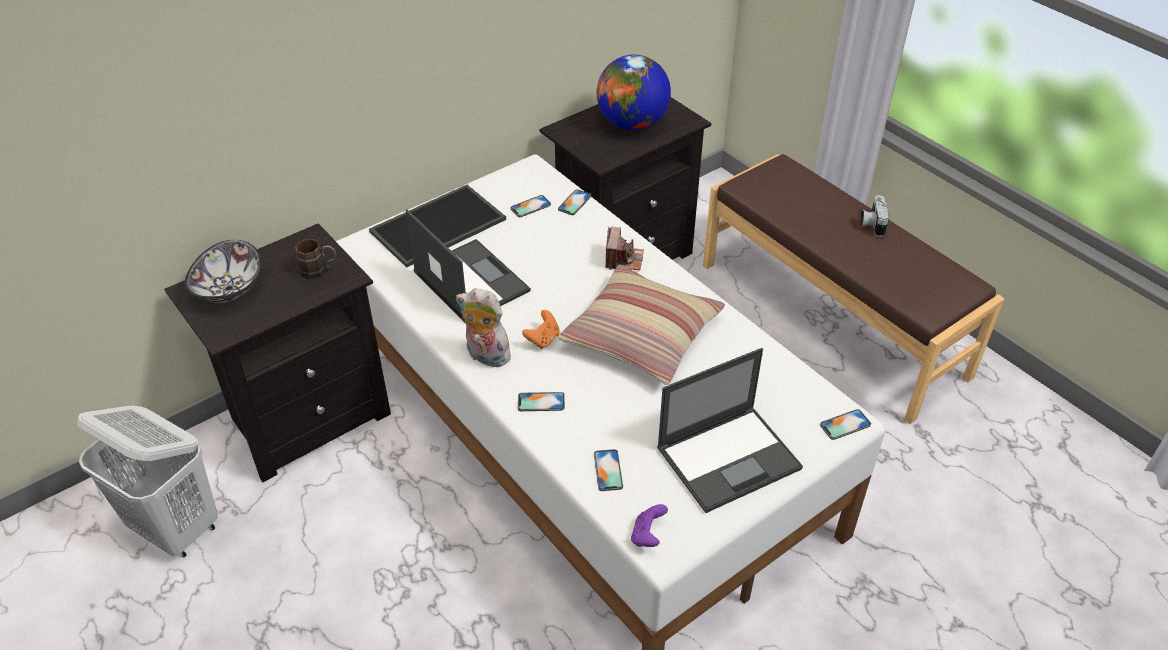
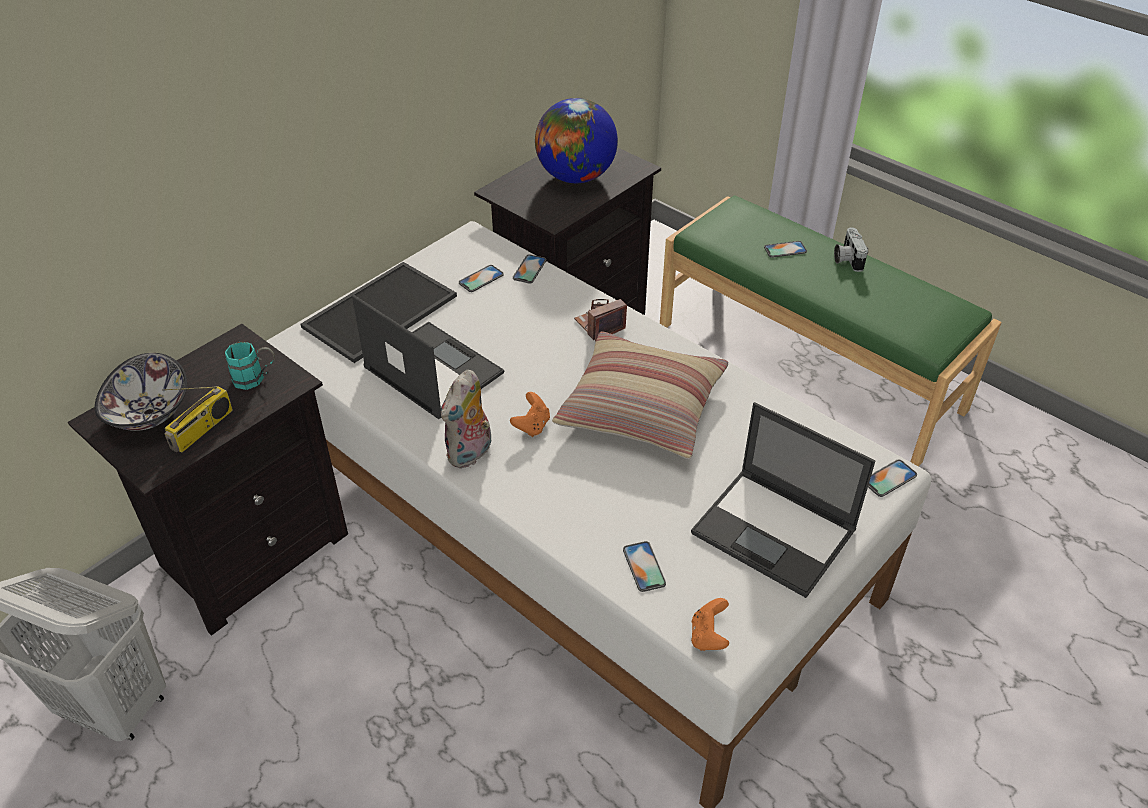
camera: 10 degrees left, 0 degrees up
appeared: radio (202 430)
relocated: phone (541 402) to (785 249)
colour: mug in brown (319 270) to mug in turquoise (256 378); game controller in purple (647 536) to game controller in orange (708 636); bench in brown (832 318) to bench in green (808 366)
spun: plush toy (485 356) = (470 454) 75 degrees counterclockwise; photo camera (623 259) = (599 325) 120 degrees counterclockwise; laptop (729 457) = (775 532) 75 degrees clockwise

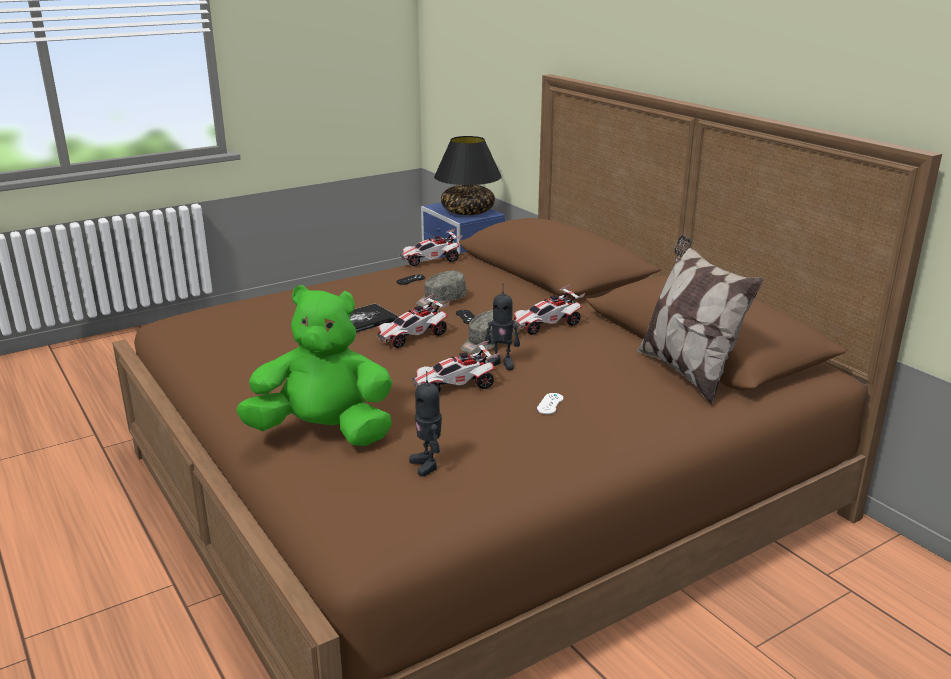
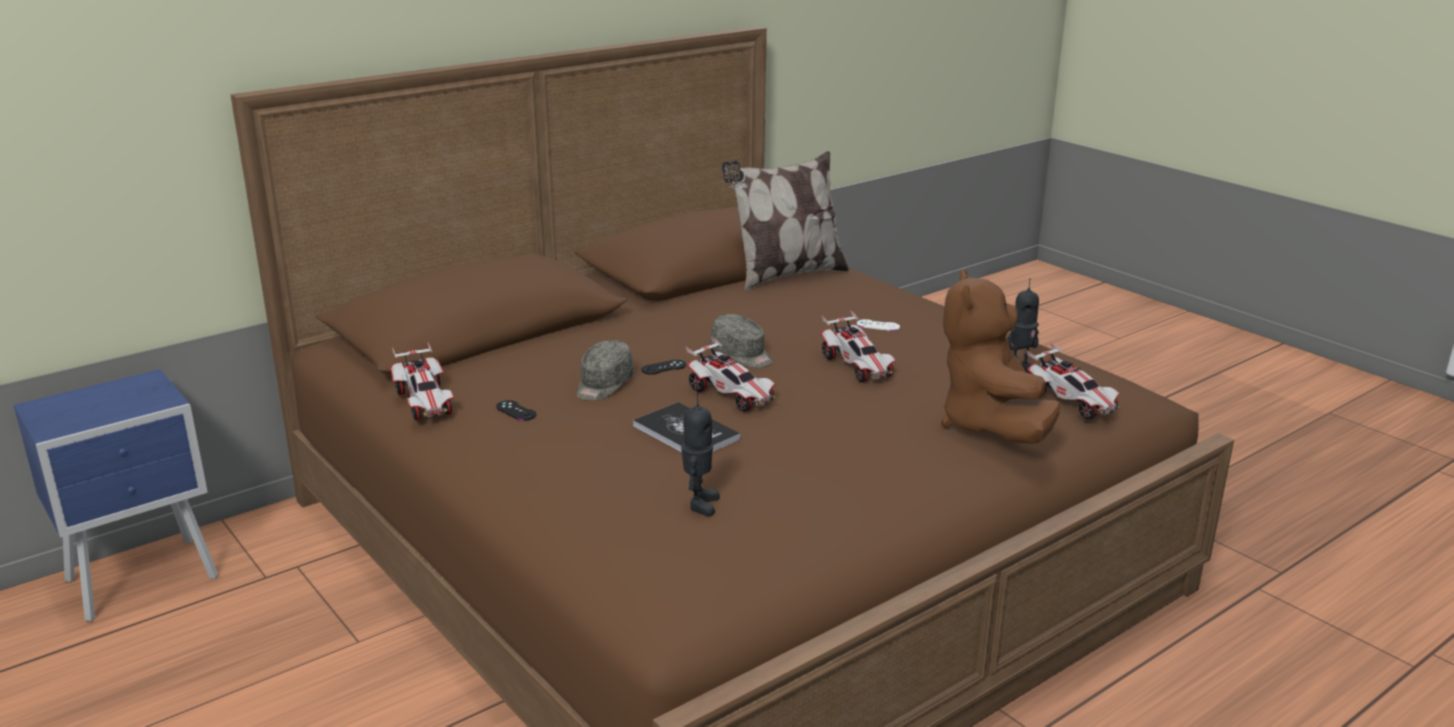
camera: 95 degrees left, 0 degrees up
missing: table lamp in black (468 212)
relocated: toy robot (501 364) to (699 504); toy car (546 325) to (1071 402)
colour: plush toy in green (324 432) to plush toy in brown (990 425)
spun: cap in grey (441 300) = (603 385) 60 degrees clockwise

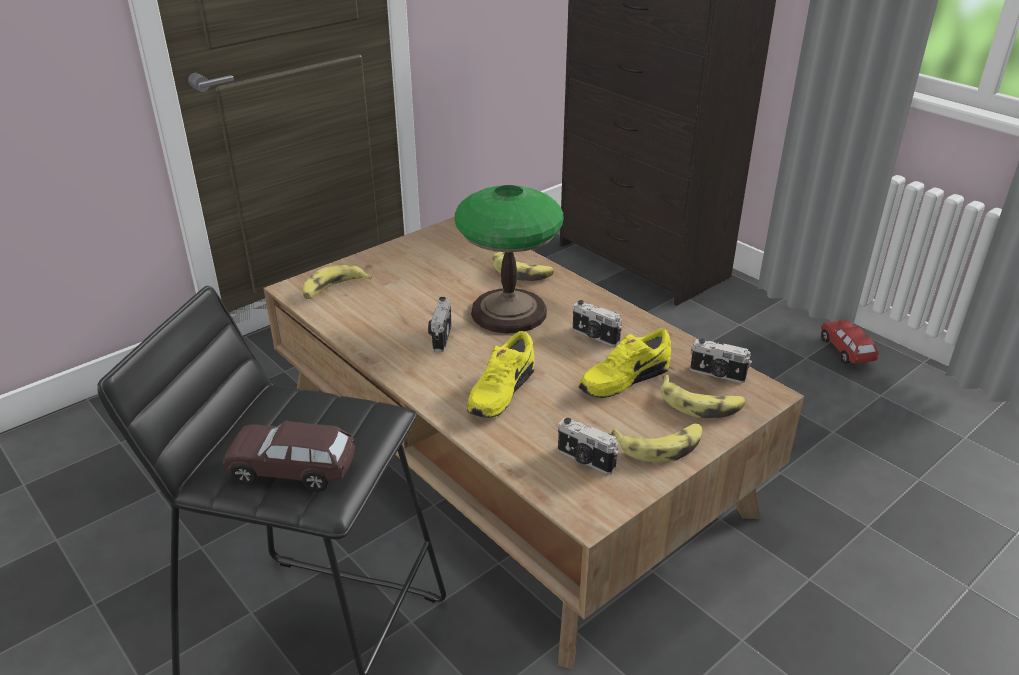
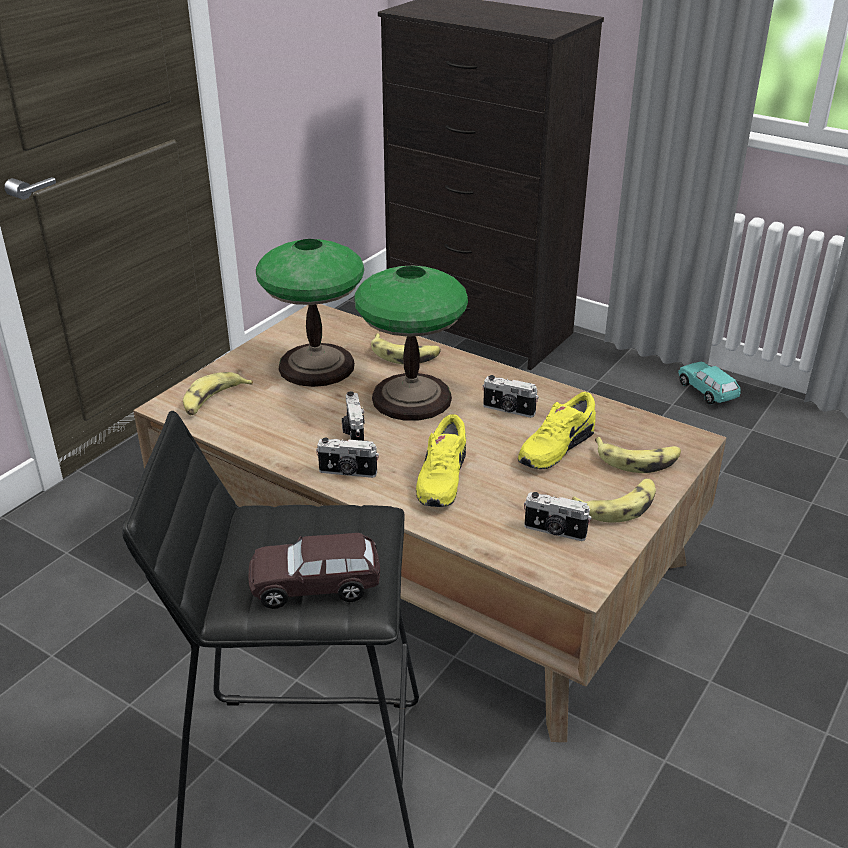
camera: 15 degrees left, 0 degrees up
appeared: table lamp (316 366)
relocated: photo camera (717 375) to (347 472)
colour: toy car in red (846 351) to toy car in turquoise (707 391)

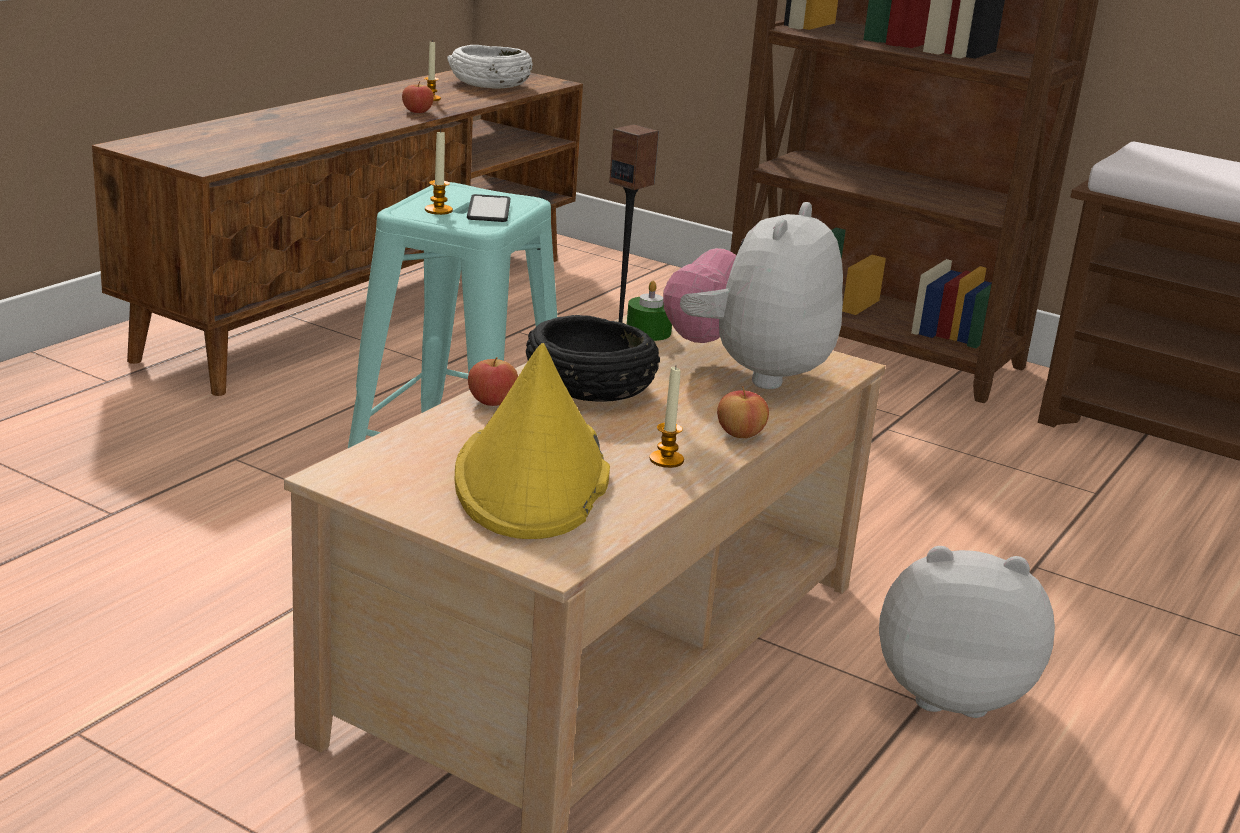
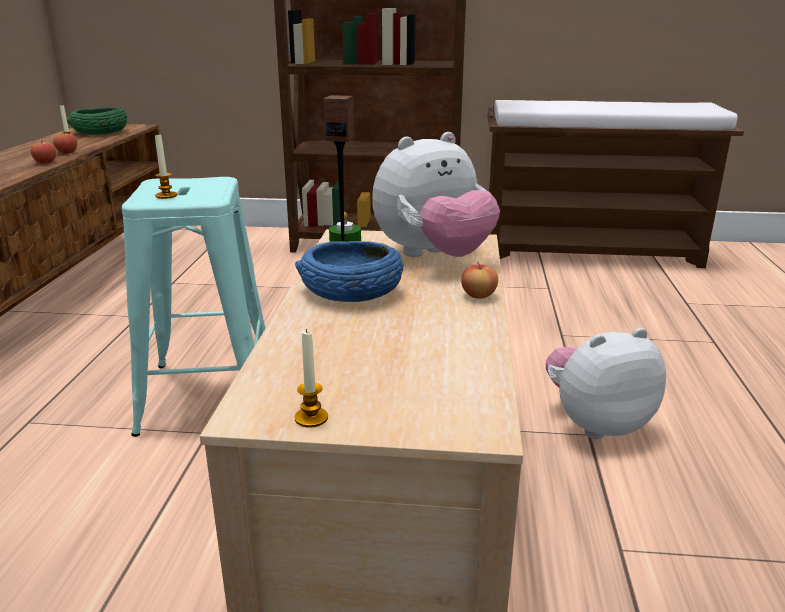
camera: 25 degrees left, 0 degrees up
missing: hat in yellow (532 478); phone (488 210)
relocated: apple (492 401) to (45 162); candle (666 460) to (311 418)
colour: bowl in white (489 84) to bowl in green (100 132); bowl in black (588 387) to bowl in blue (351 292)
spun: plush toy (750 372) = (433 257) 120 degrees counterclockwise

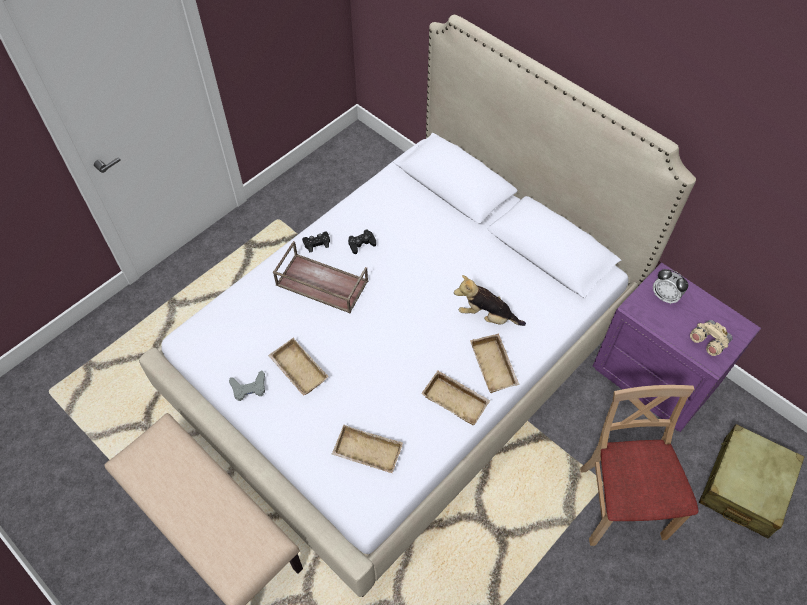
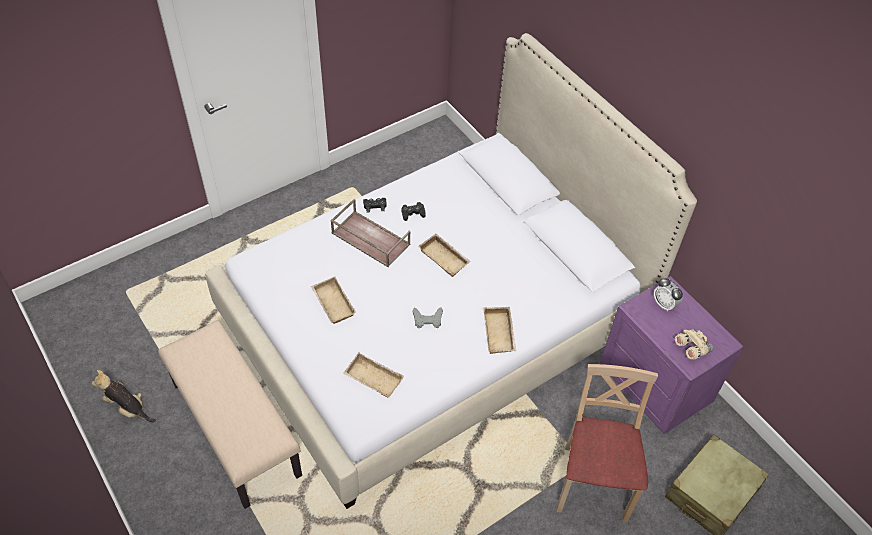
camera: 10 degrees right, 5 degrees down
relocated: game controller in grey (249 388) to (427 319); tray in beige (457 399) to (445 257); plush toy (486 316) to (128 407)

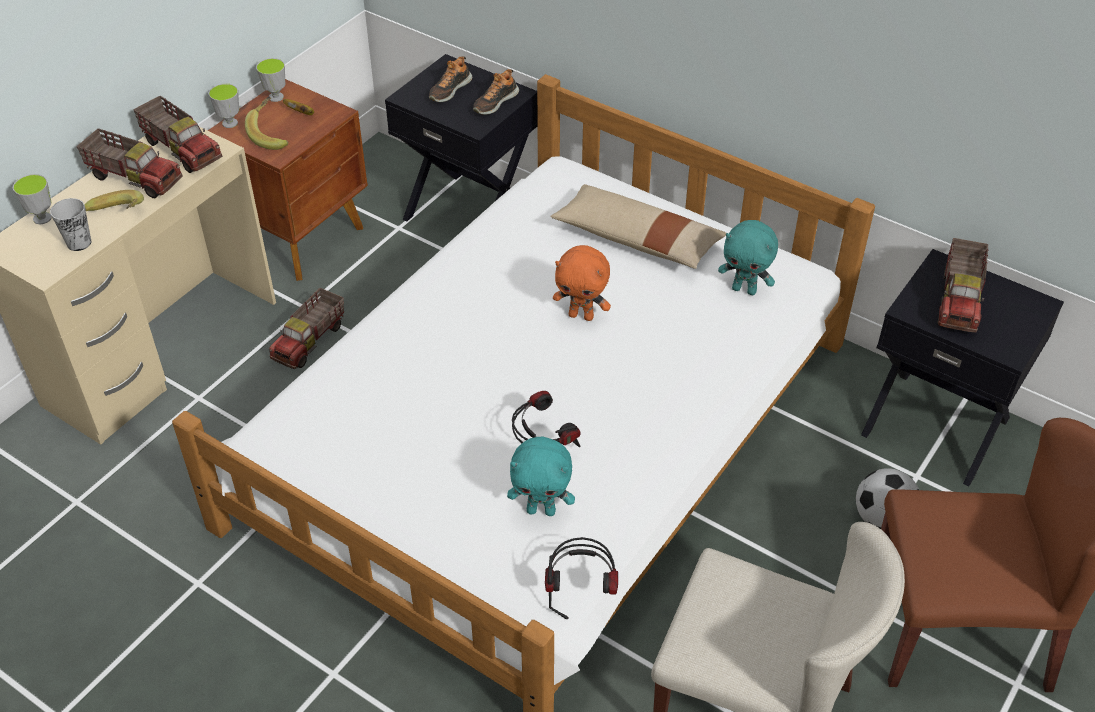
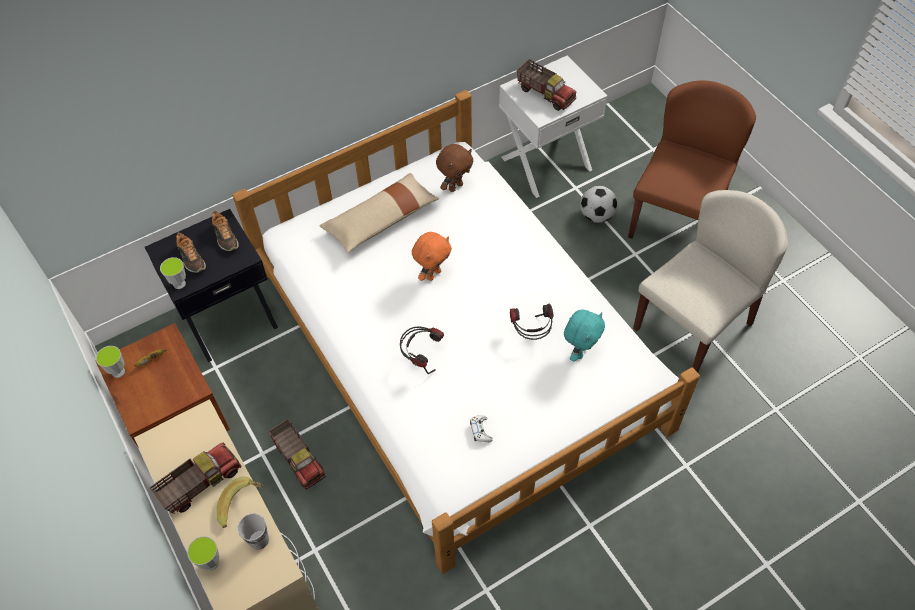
camera: 65 degrees left, 10 degrees up
missing: toy truck (182 149); banana (272 135)
appeared: game controller in white (480 431)
relocated: cup (230 123) to (179 284); headphones (581 591) to (421 357)
colour: plush toy in turquoise (744 289) to plush toy in brown (455 186); nightstand in black (936 425) to nightstand in white (545 162)

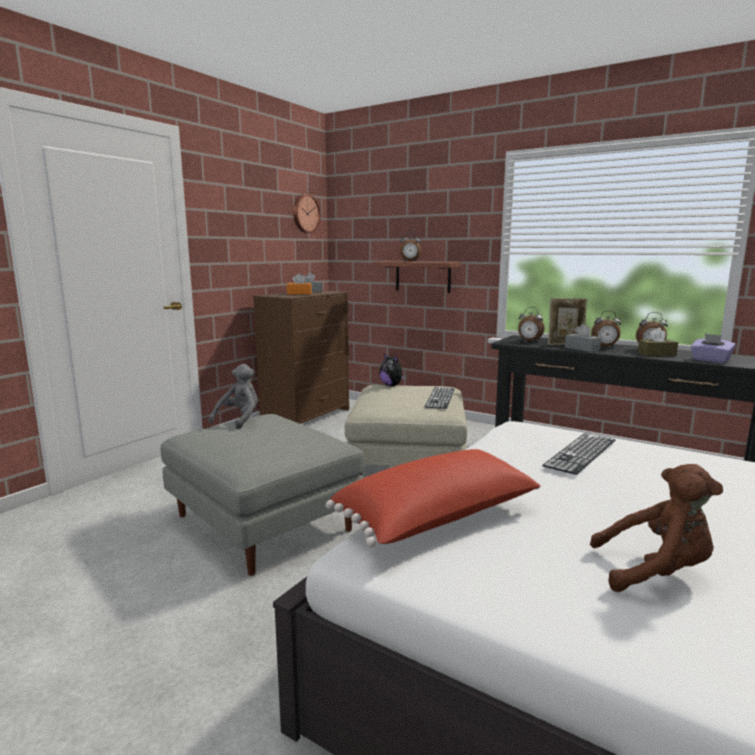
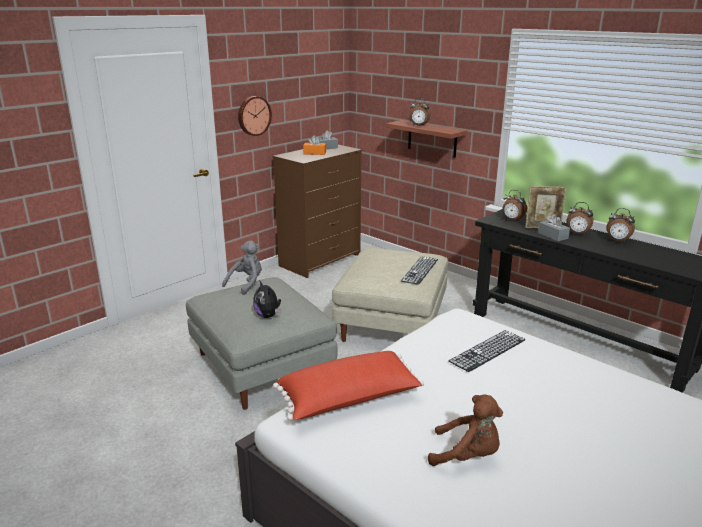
camera: 10 degrees right, 10 degrees up
missing: tissue box in brown (656 354); tissue box in purple (710 360)
relocated: wall clock (305 213) to (253 115); plush toy (392 385) to (268 316)

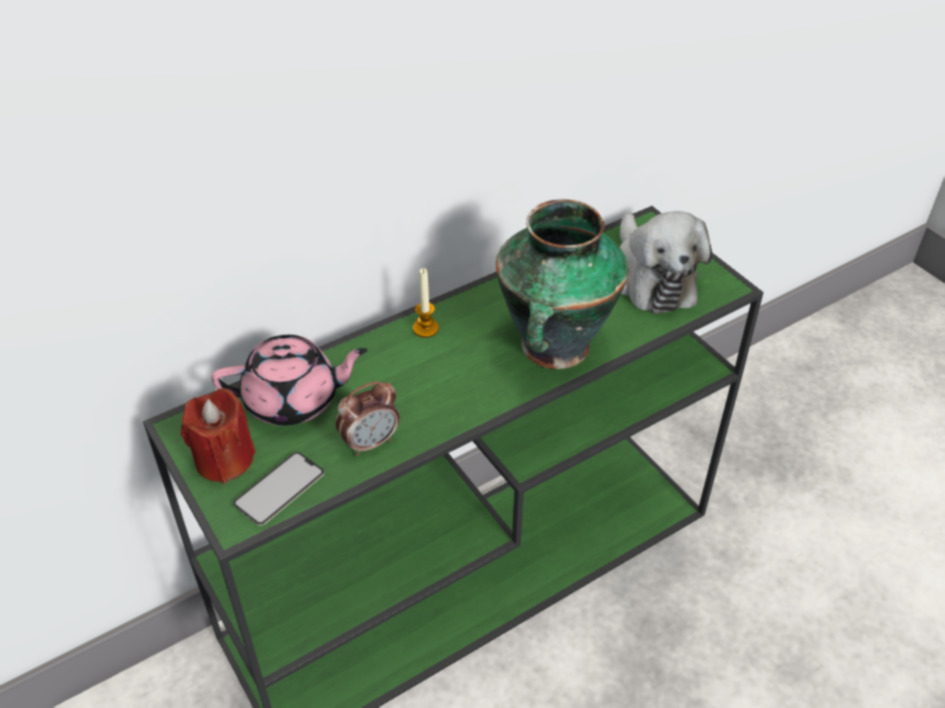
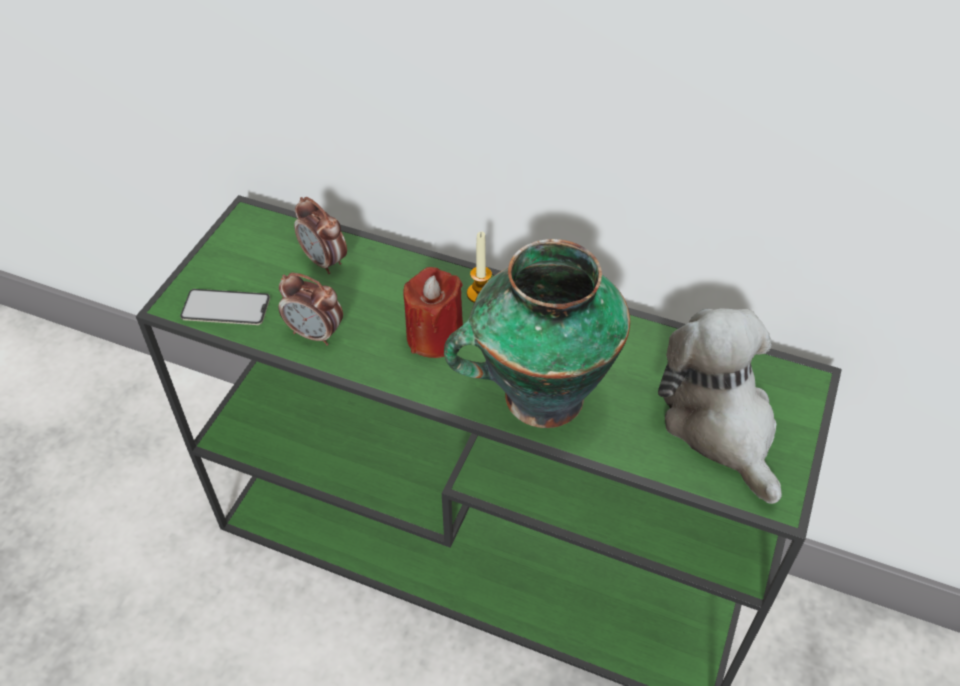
camera: 55 degrees right, 5 degrees up
relocated: candle in red (224 459) to (435 337)
exchanged: teapot in pink (294 400) to alarm clock (324 261)
spun: plush toy (651 278) = (720 424) 120 degrees clockwise

